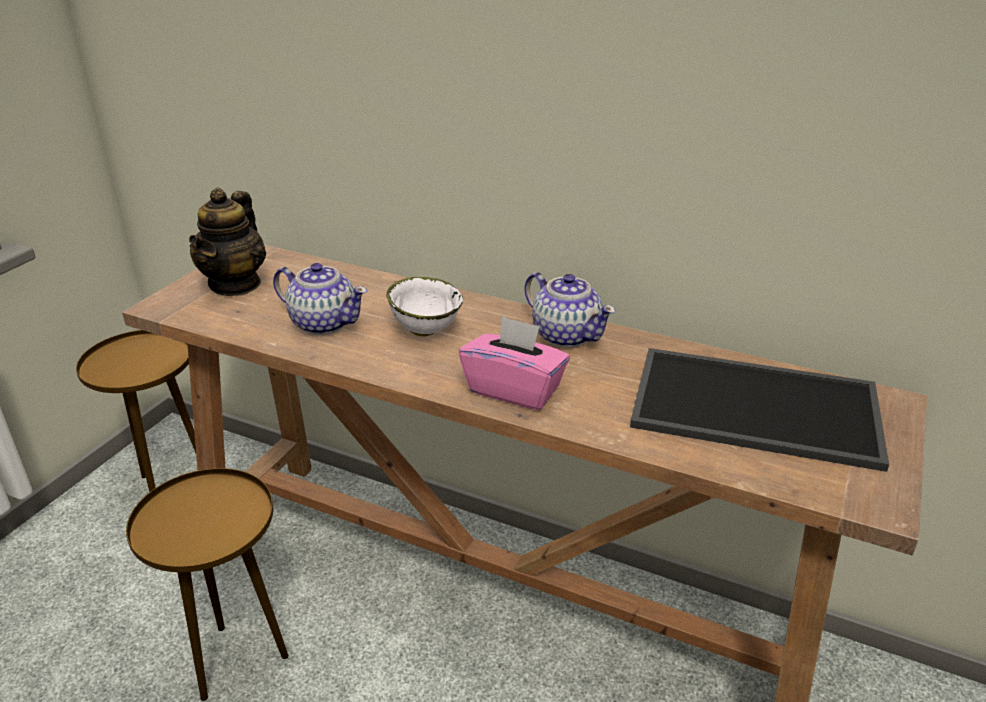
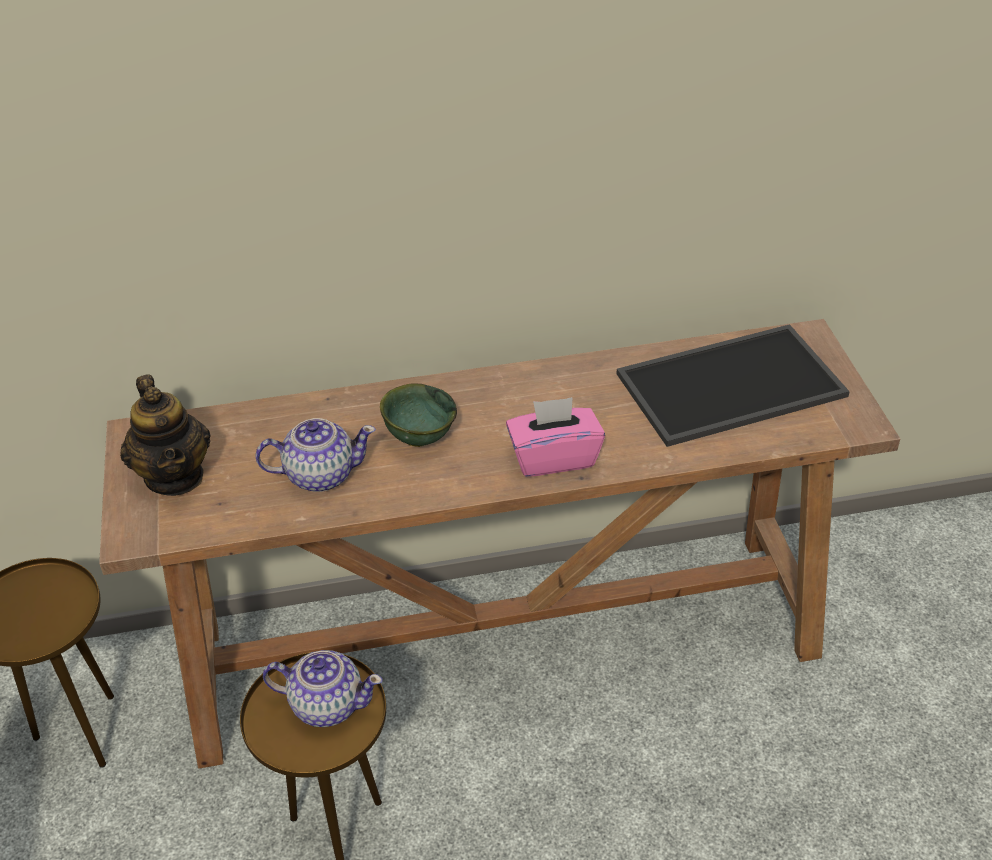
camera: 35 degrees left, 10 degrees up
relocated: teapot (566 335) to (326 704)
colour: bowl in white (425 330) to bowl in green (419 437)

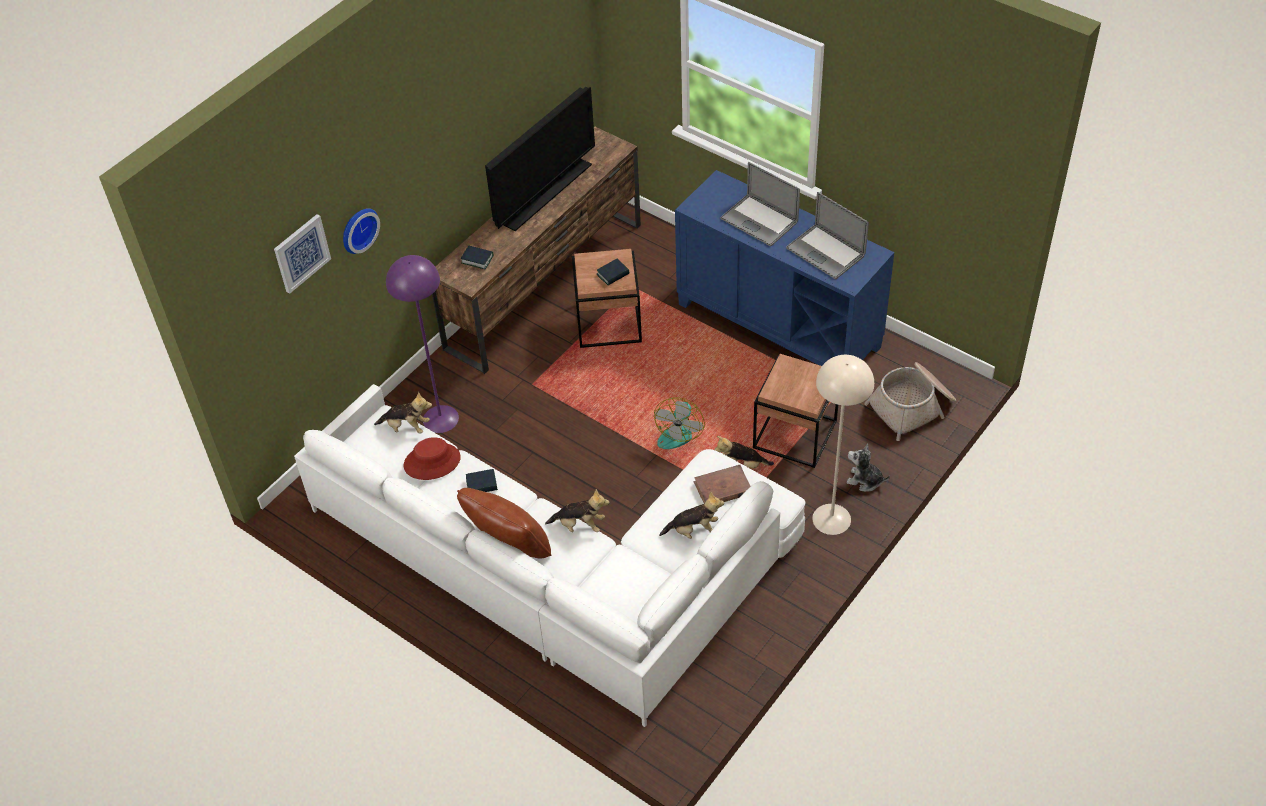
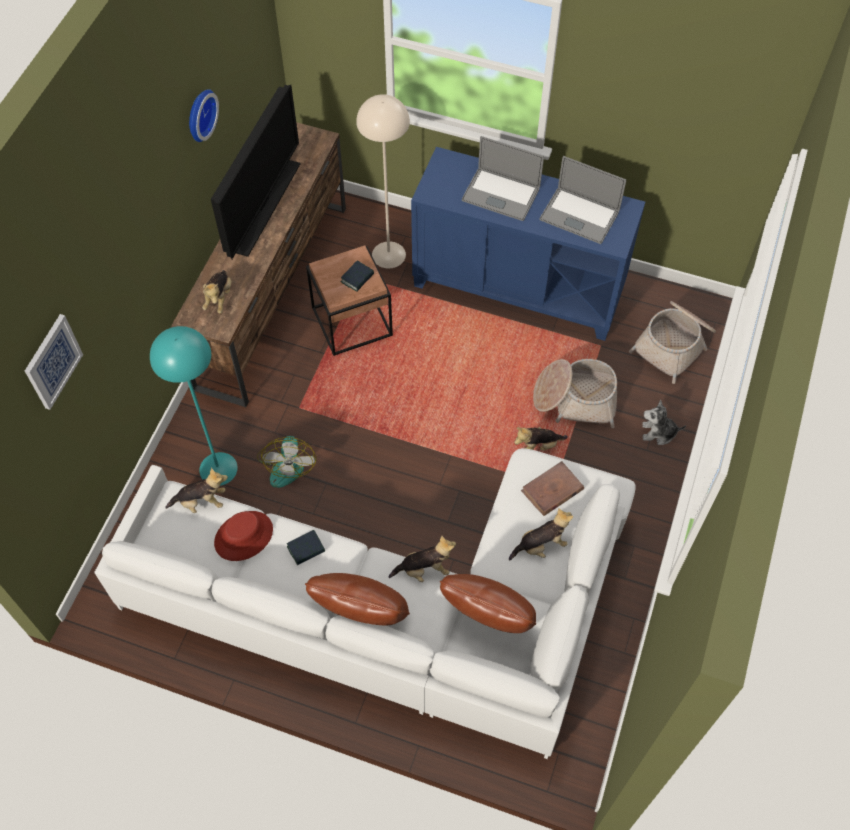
camera: 20 degrees left, 10 degrees up
appeared: pillow in brown (487 619)
relocated: wall clock (357 229) to (199 114); fan (677 431) to (287 463); floor lamp in beige (832 518) to (389 254)
exchanged: book (477 259) to plush toy (219 298); side table in brown (794 434) to basket (575 399)
colour: floor lamp in purple (440 418) to floor lamp in turquoise (218 468)

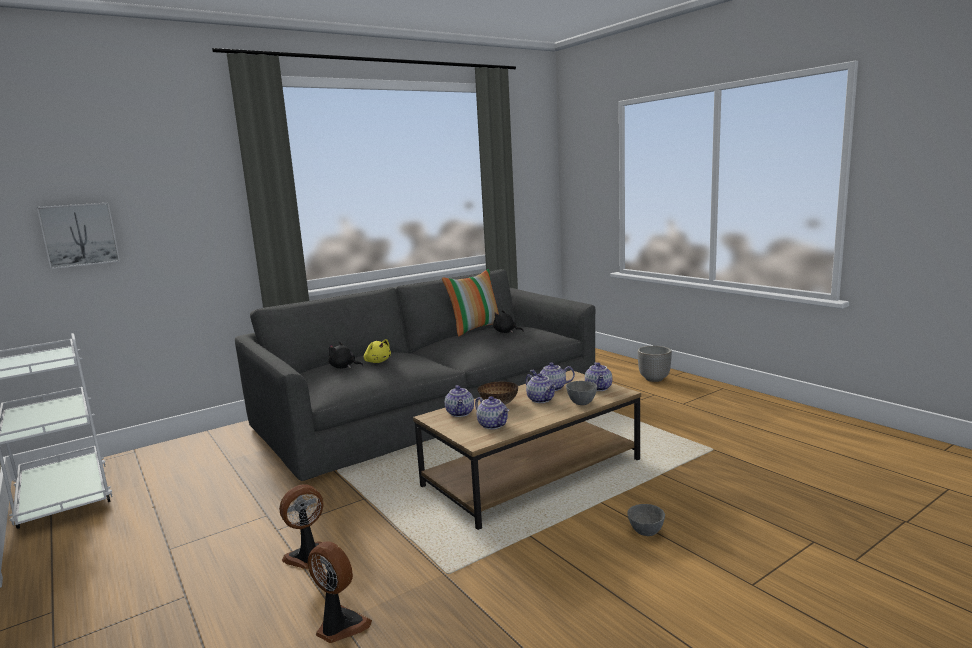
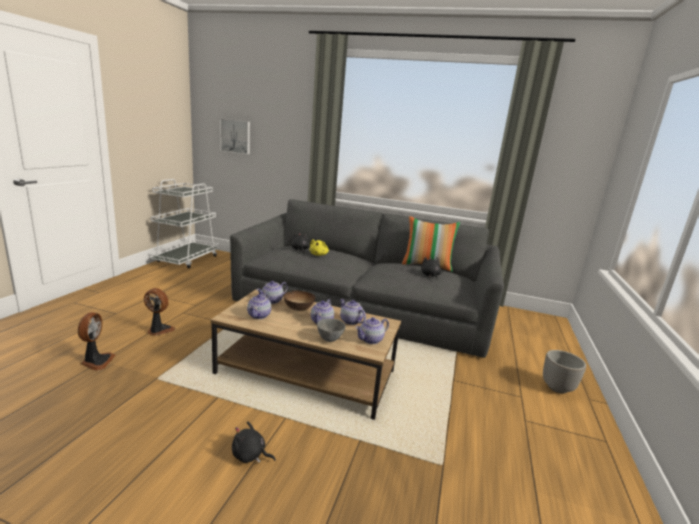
camera: 50 degrees right, 5 degrees up
exchanged: bowl in grey (646 533) to plush toy in black (250 455)

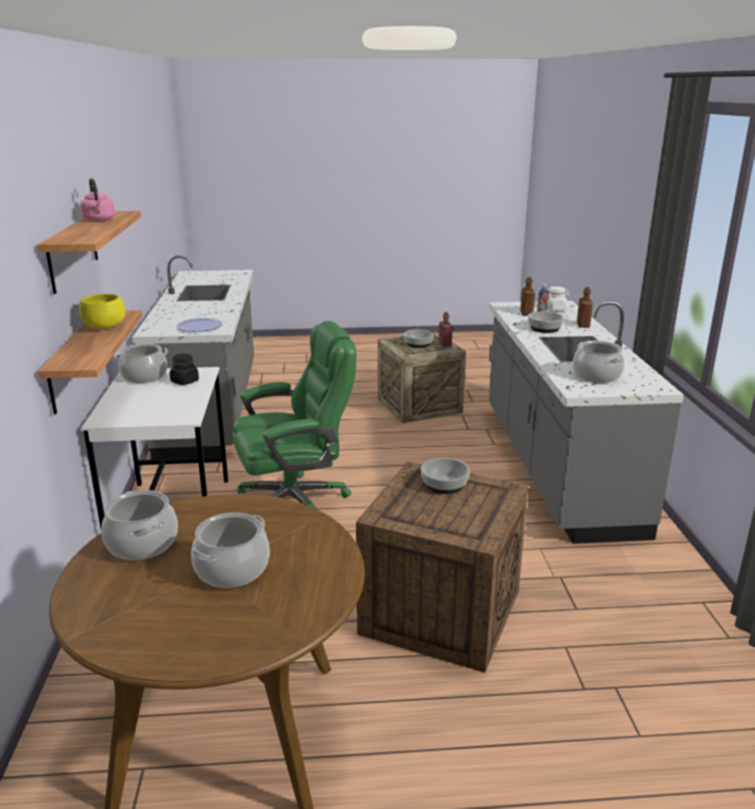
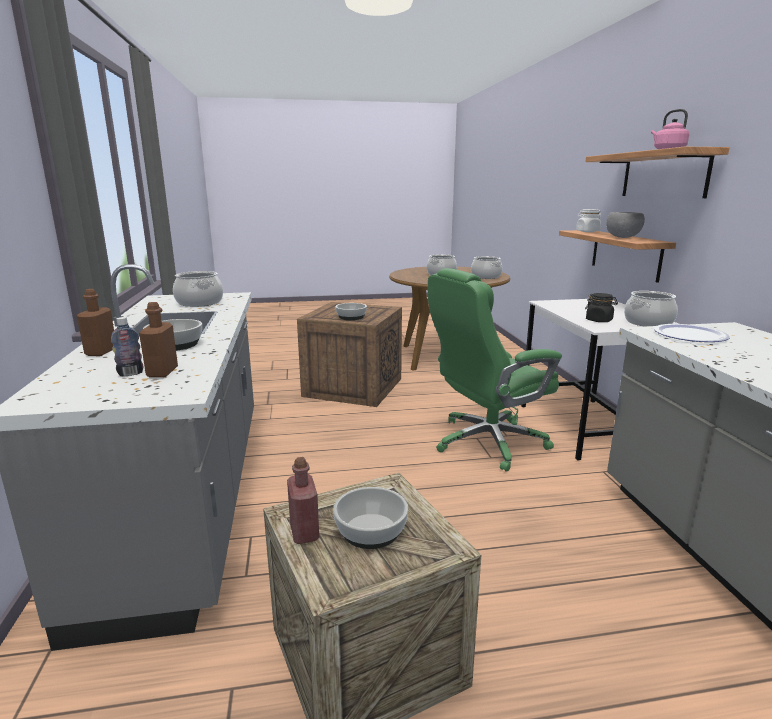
camera: 175 degrees right, 5 degrees down
relocated: jar in white (555 309) to (587 231)
colour: bowl in yellow (104 327) to bowl in grey (623 237)

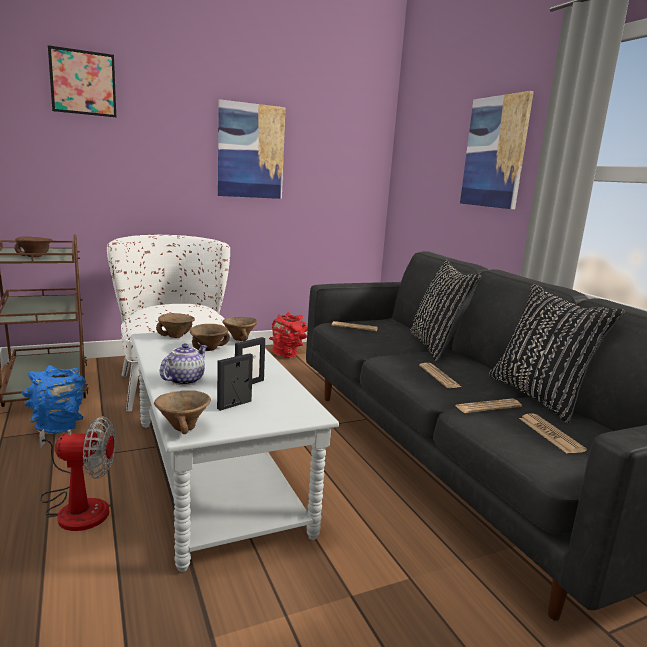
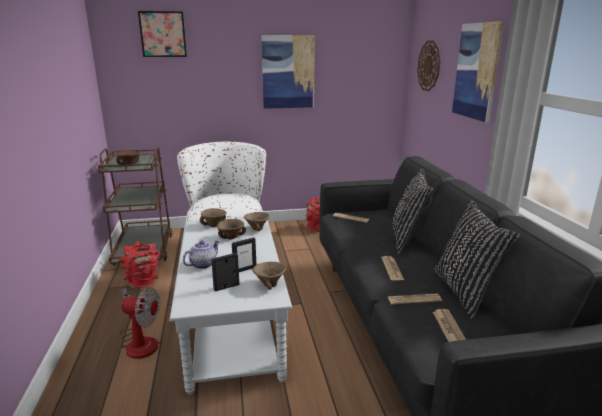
camera: 15 degrees right, 5 degrees up
appeared: wall clock (429 66)
relocated: bowl in brown (183 428) to (270 285)
colour: vase in blue (59 427) to vase in red (143 282)

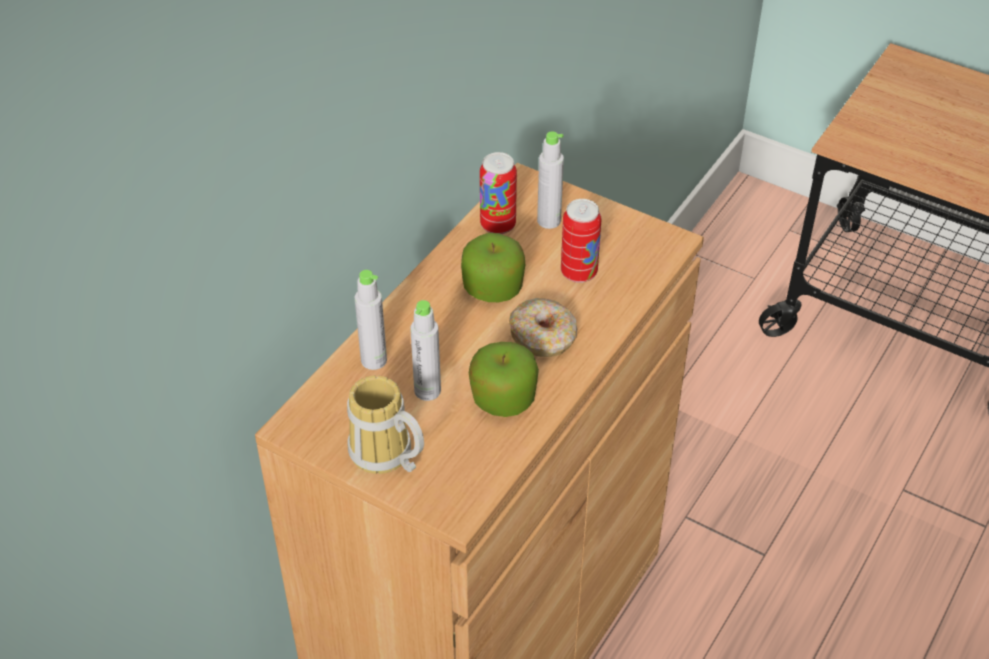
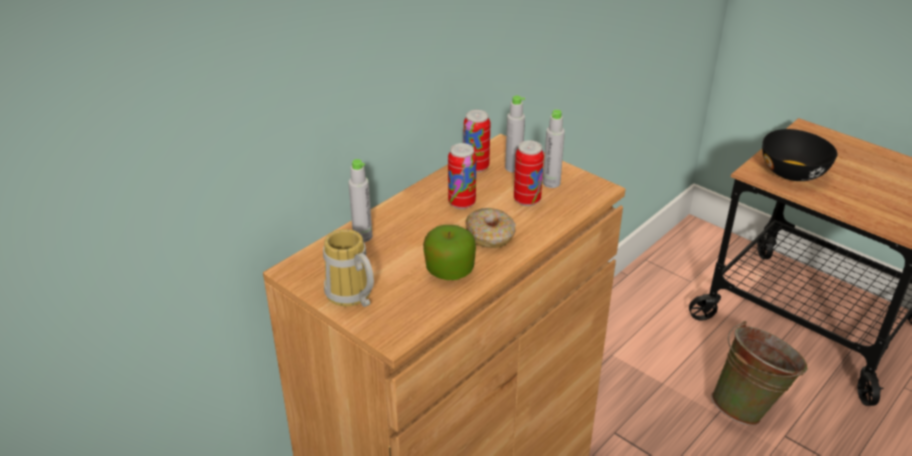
camera: 10 degrees right, 10 degrees down
appeared: bucket in green (749 407); bowl in black (793 173)
relocated: bottle in grey (427 391) to (551 183)
exchanged: apple (493 288) to can (462 203)

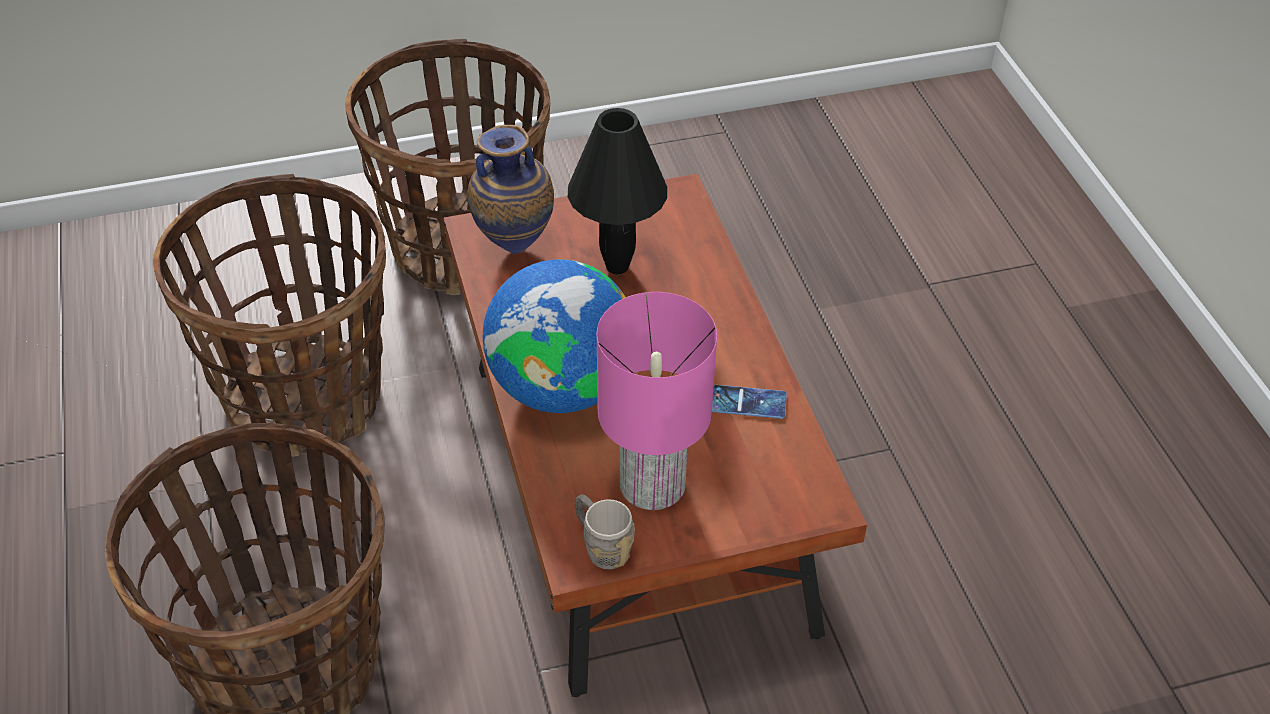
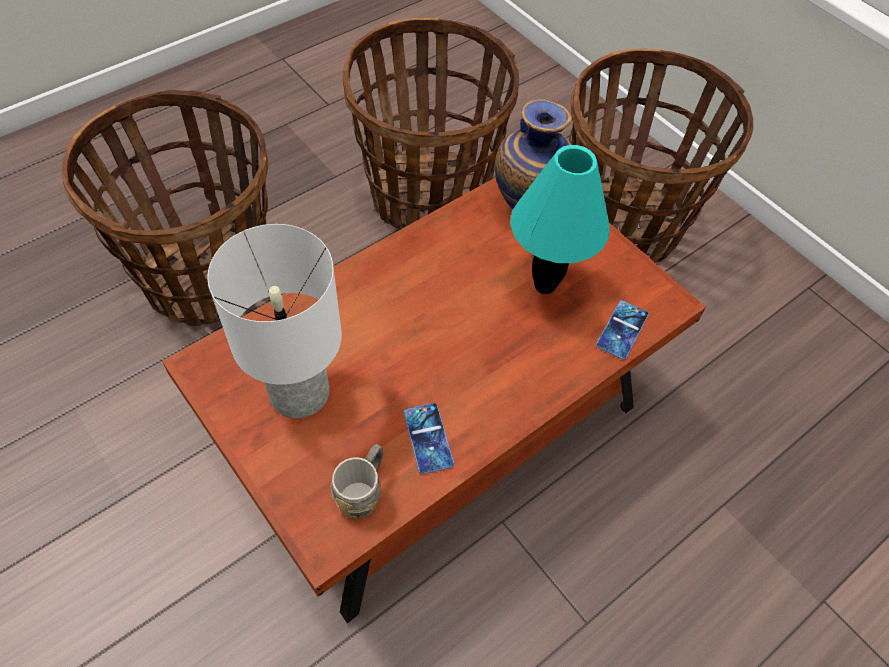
camera: 65 degrees right, 10 degrees up
missing: globe (561 387)
appeared: phone (622 330)
relocated: mug in grey (601 546) to (363 491)
colour: table lamp in black (616 267) to table lamp in turquoise (543 285); table lamp in pink (654 486) to table lamp in white (298 394)

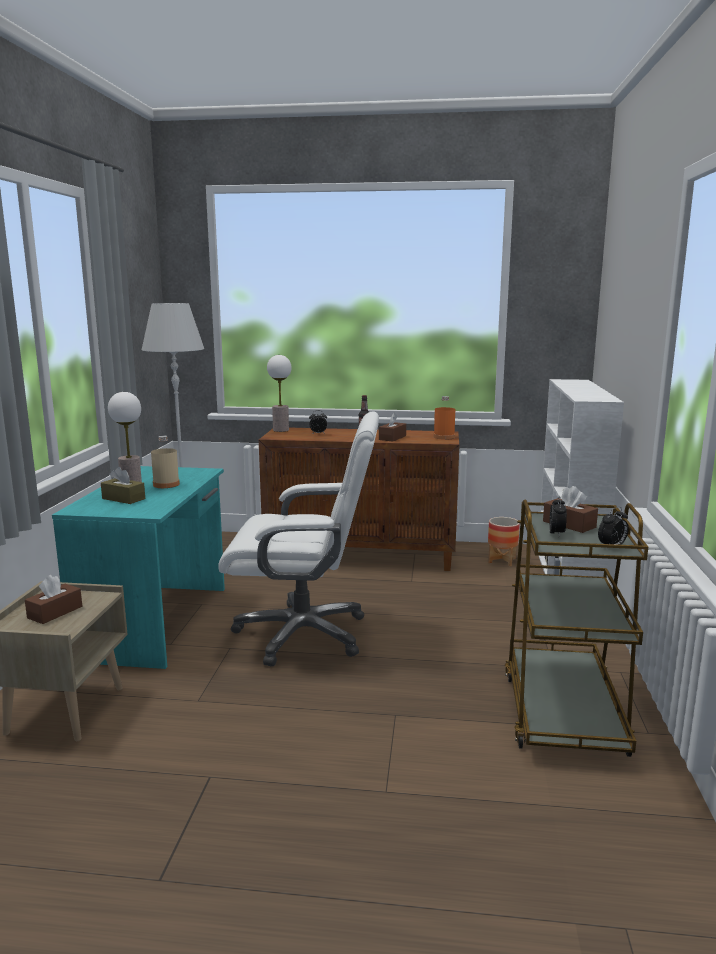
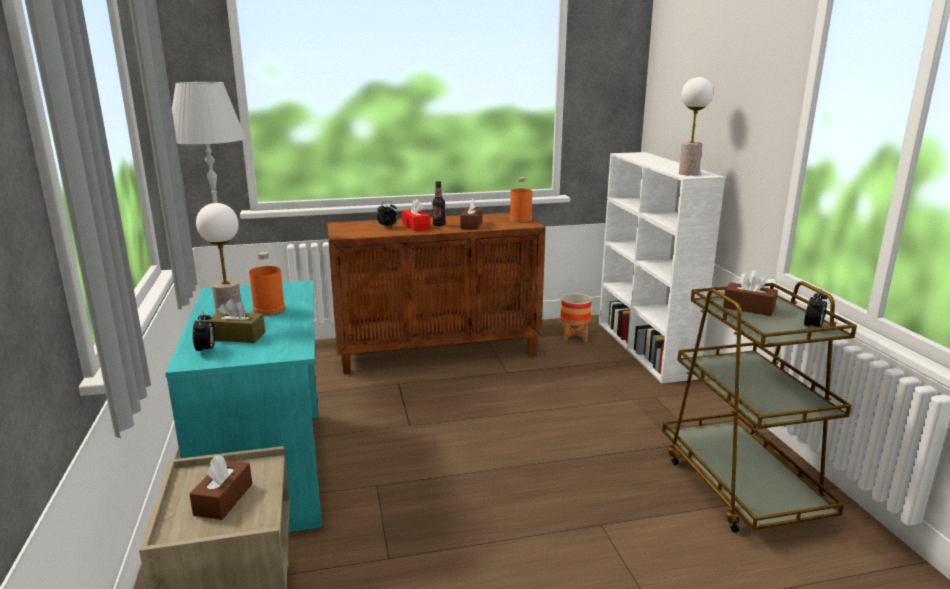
camera: 20 degrees left, 5 degrees up
missing: office chair in white (304 633)
appeared: tissue box in red (416 226)
relocated: table lamp (281 430) to (689 173); alarm clock (556 534) to (206 350)
colour: bottle in beige (166 484) to bottle in orange (269 310)

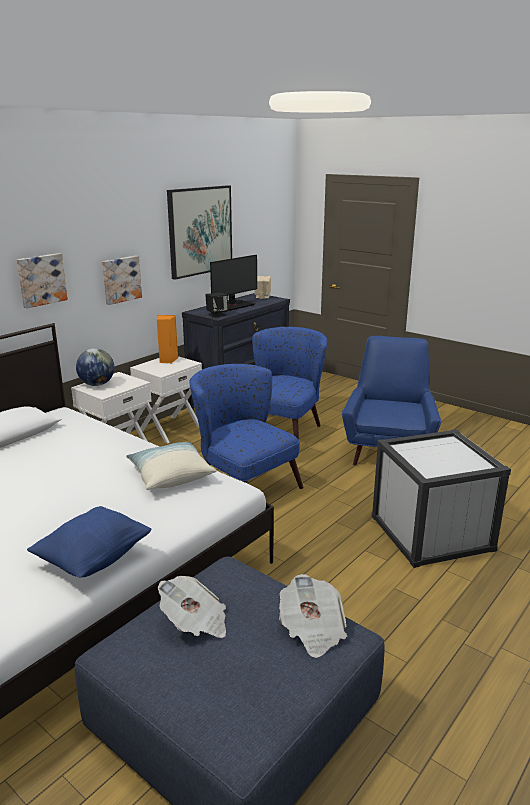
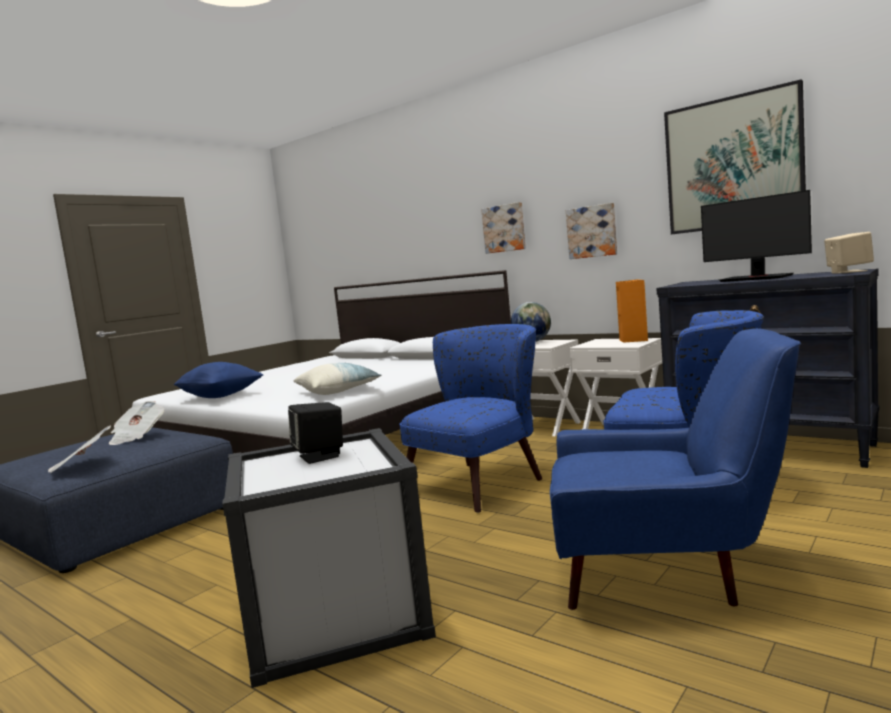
camera: 90 degrees right, 15 degrees down
relocated: speaker in black (217 315) to (320 456)

